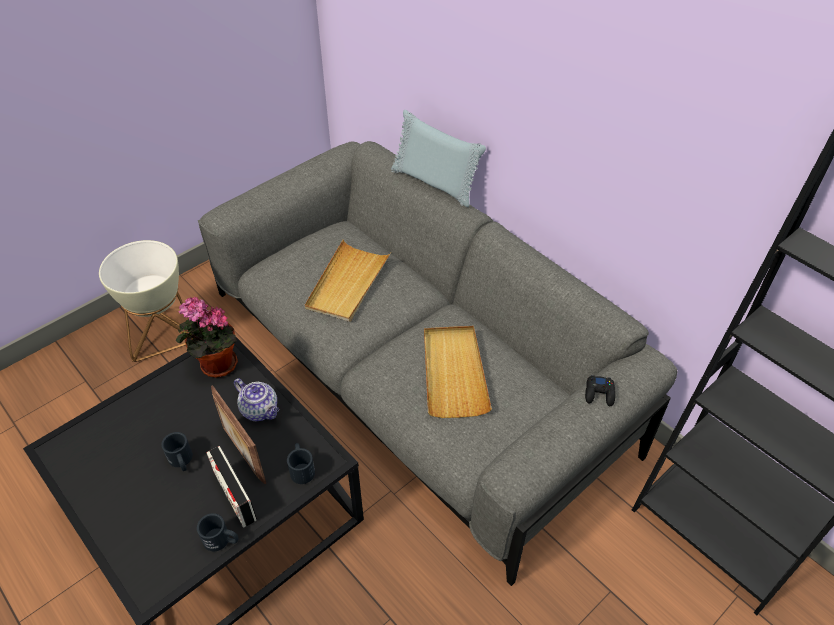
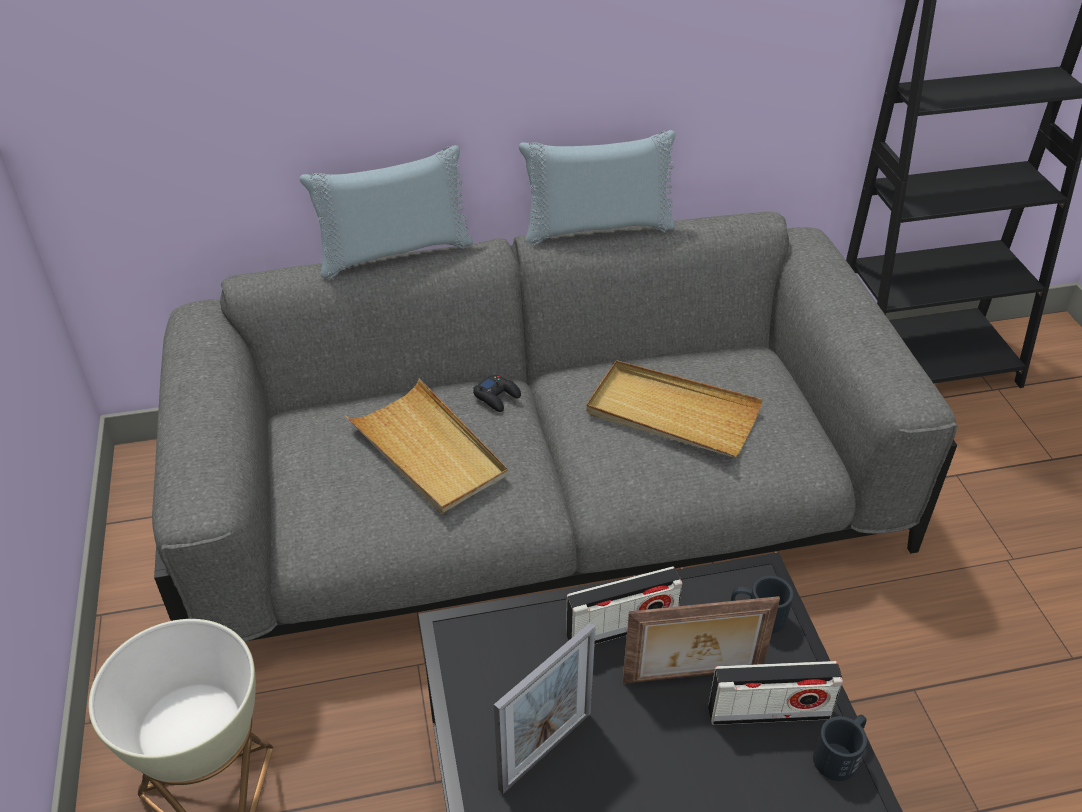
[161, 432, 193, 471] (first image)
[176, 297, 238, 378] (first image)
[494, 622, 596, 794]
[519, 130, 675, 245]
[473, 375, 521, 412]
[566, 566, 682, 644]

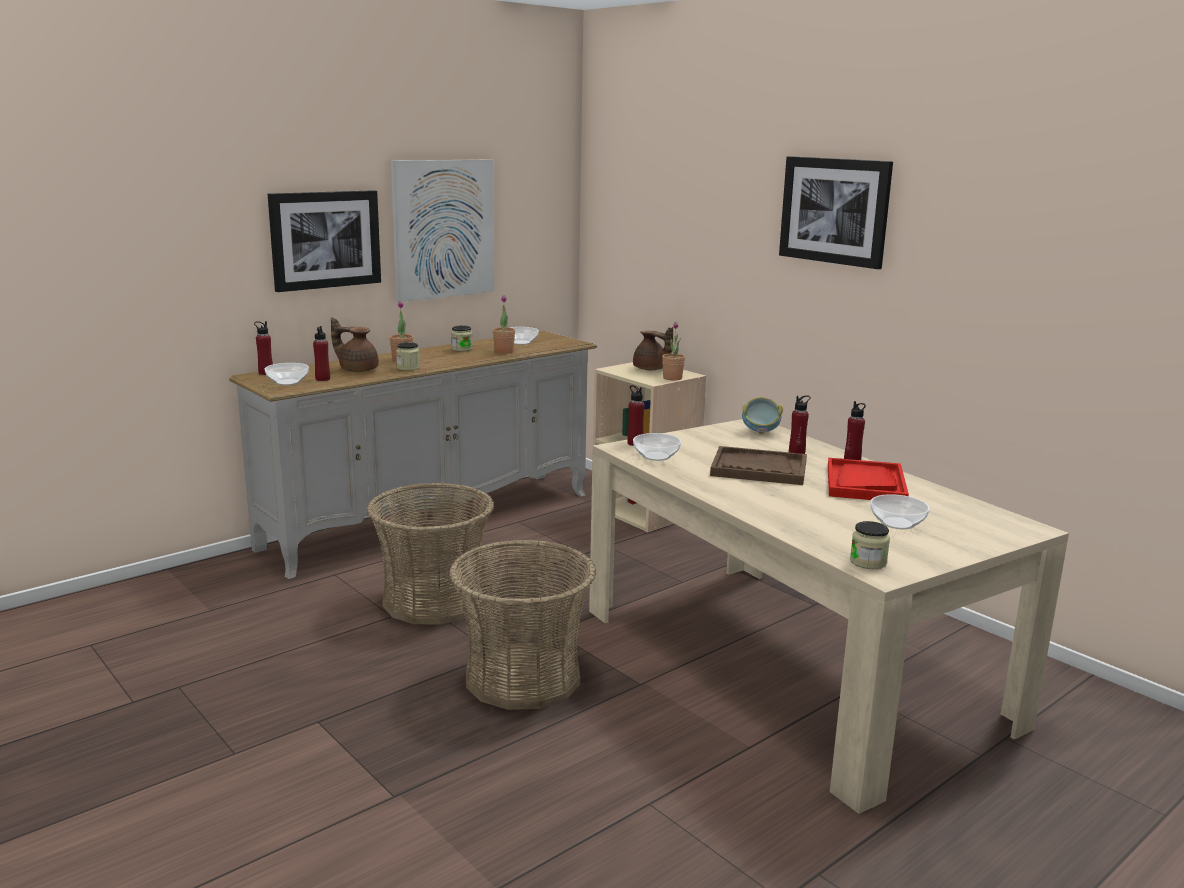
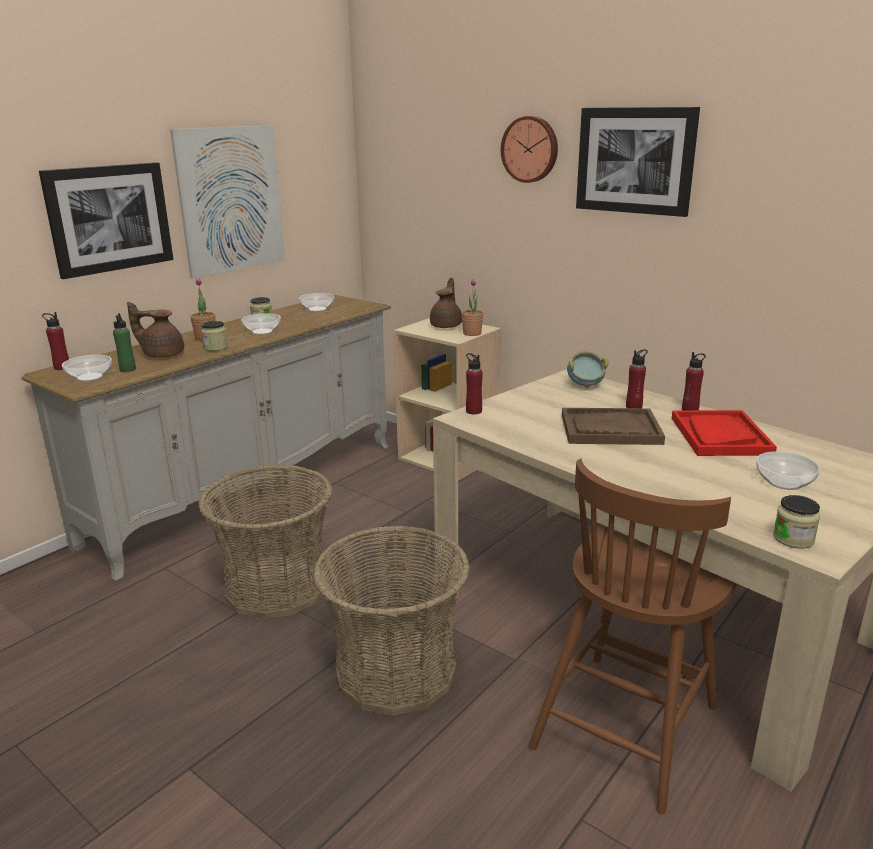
[493, 295, 515, 354] (first image)
[501, 116, 558, 183]
[528, 458, 738, 814]
[241, 313, 281, 335]
[113, 313, 136, 372]
[430, 277, 462, 328]

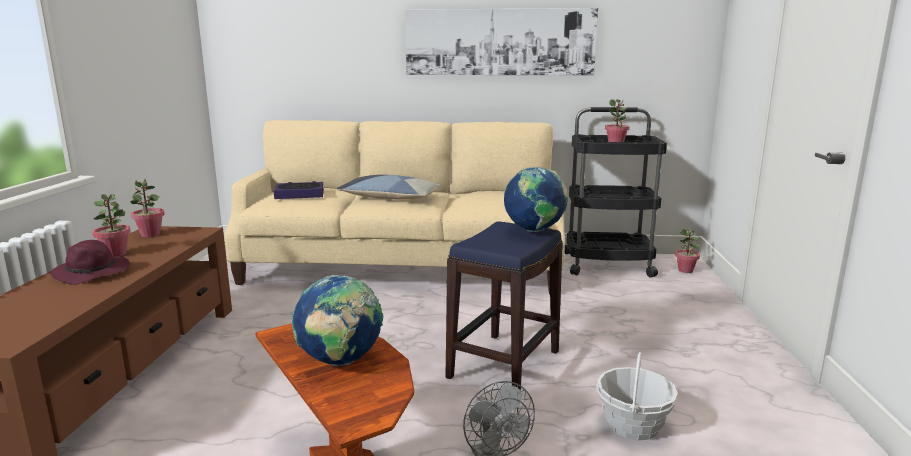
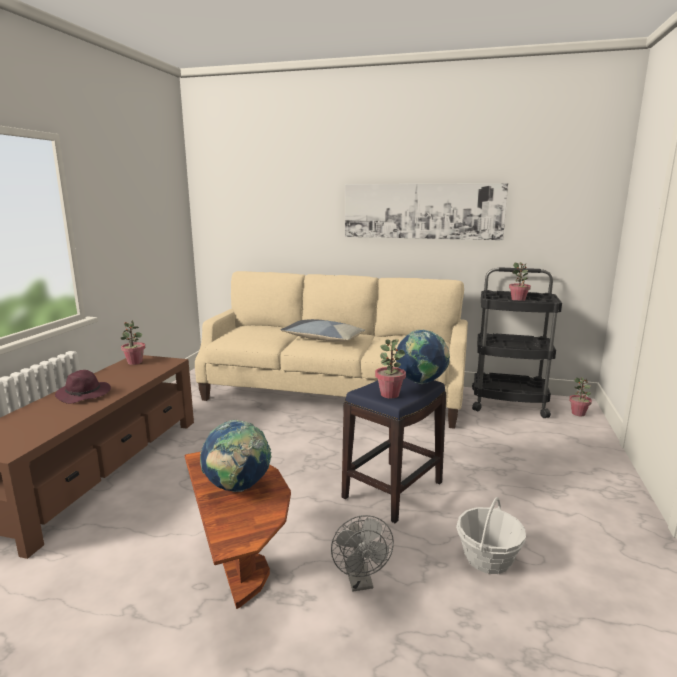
[274, 181, 324, 199] (first image)
[375, 339, 406, 398]

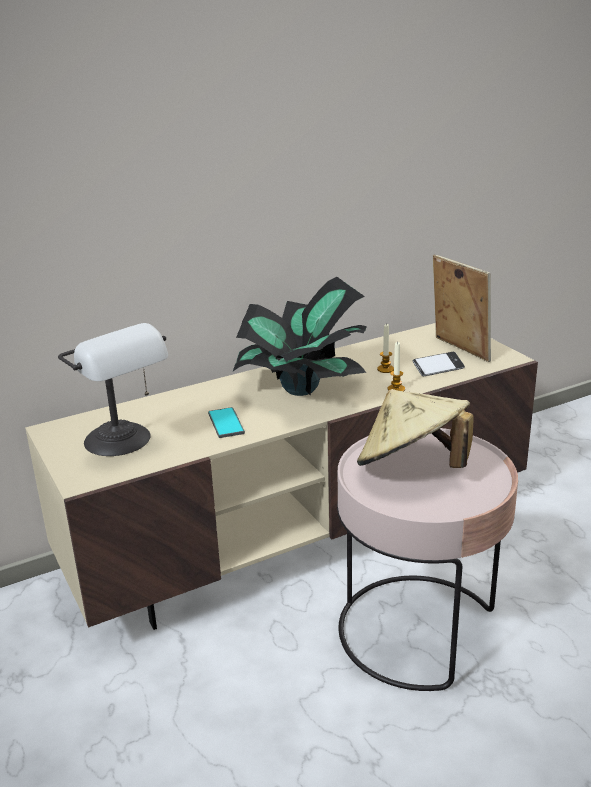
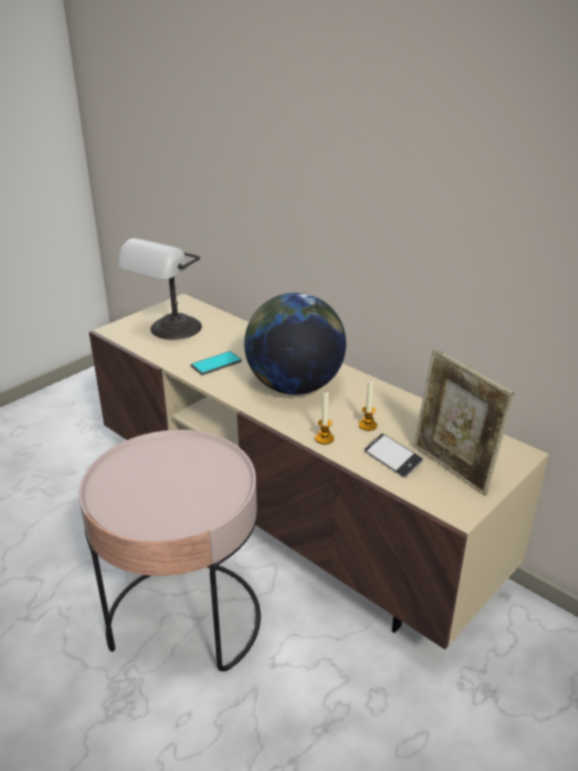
[357, 389, 474, 468] (first image)
[244, 293, 346, 395]
[414, 349, 515, 496]

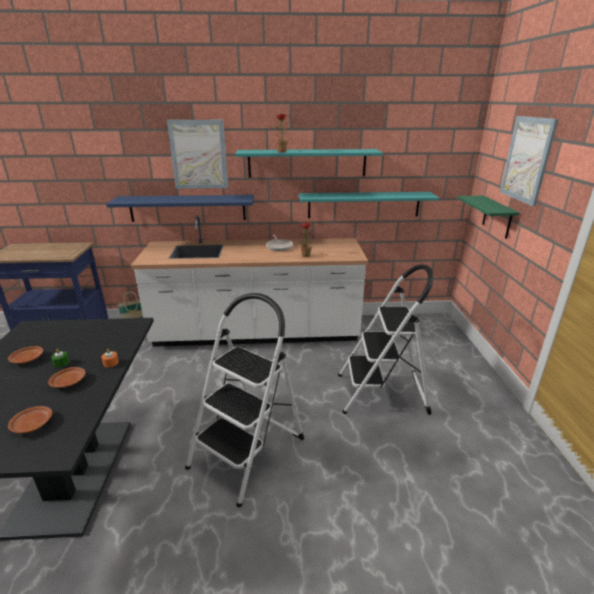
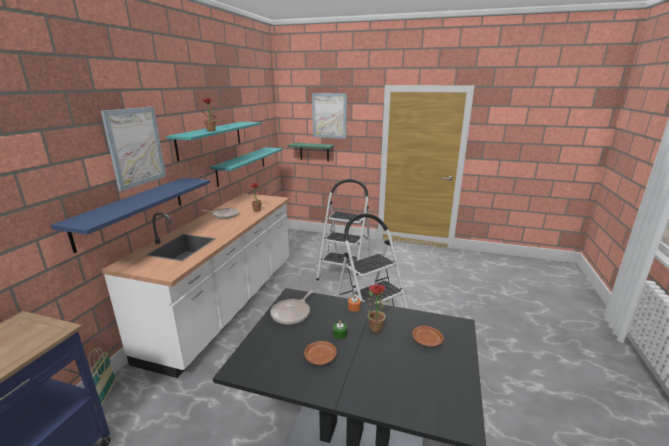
[271, 290, 313, 325]
[367, 284, 389, 333]

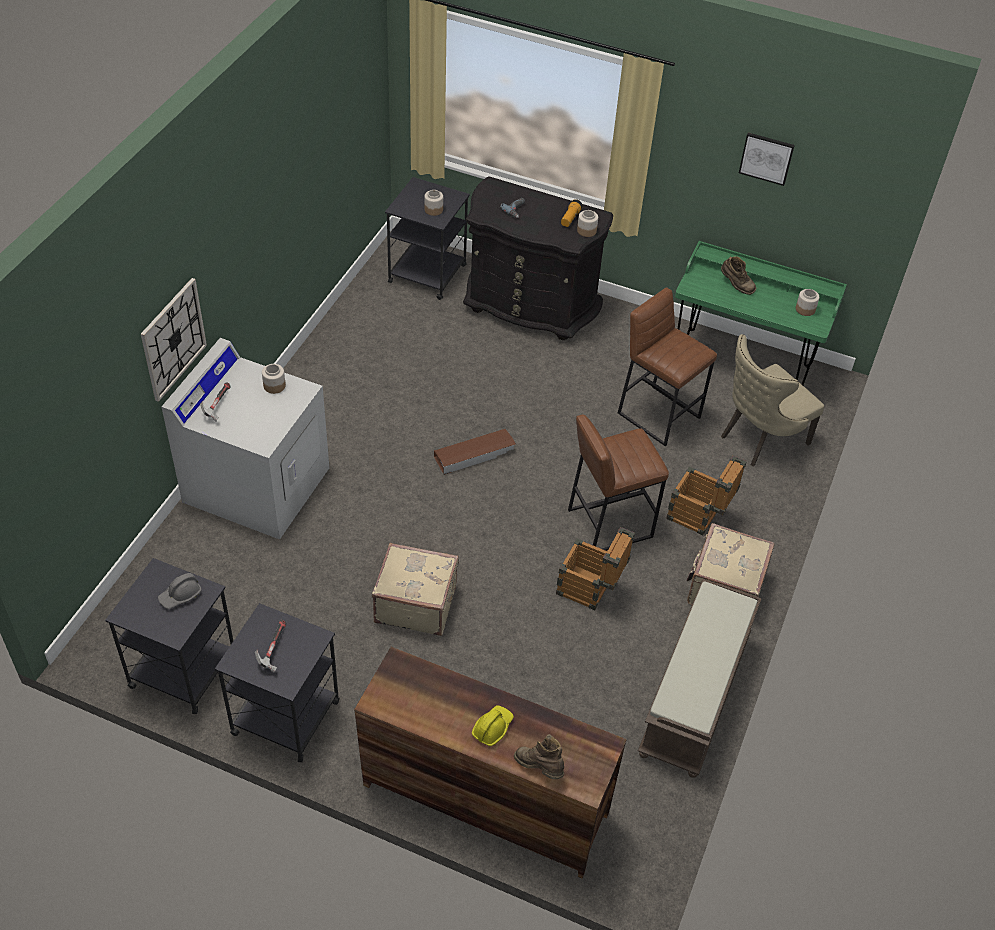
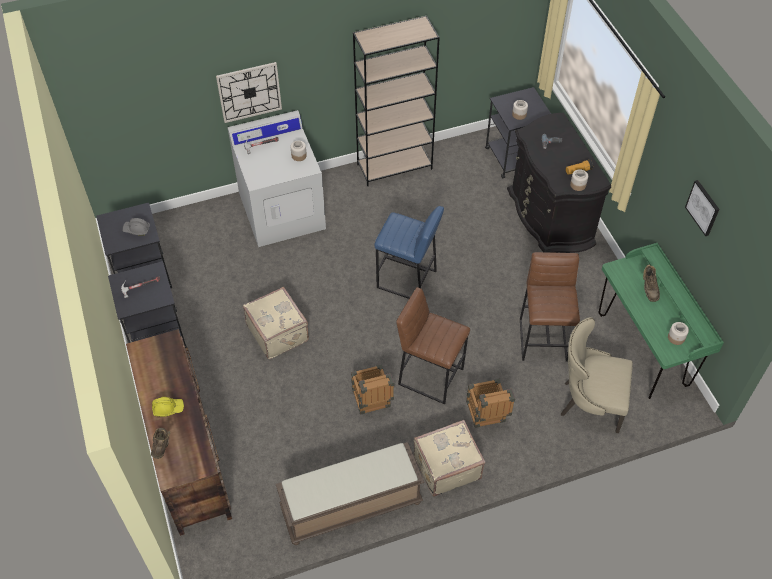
[353, 16, 440, 186]
[374, 206, 444, 299]

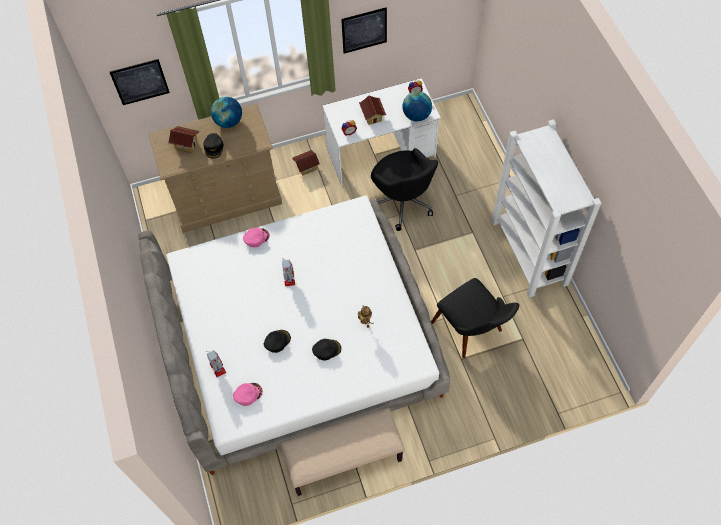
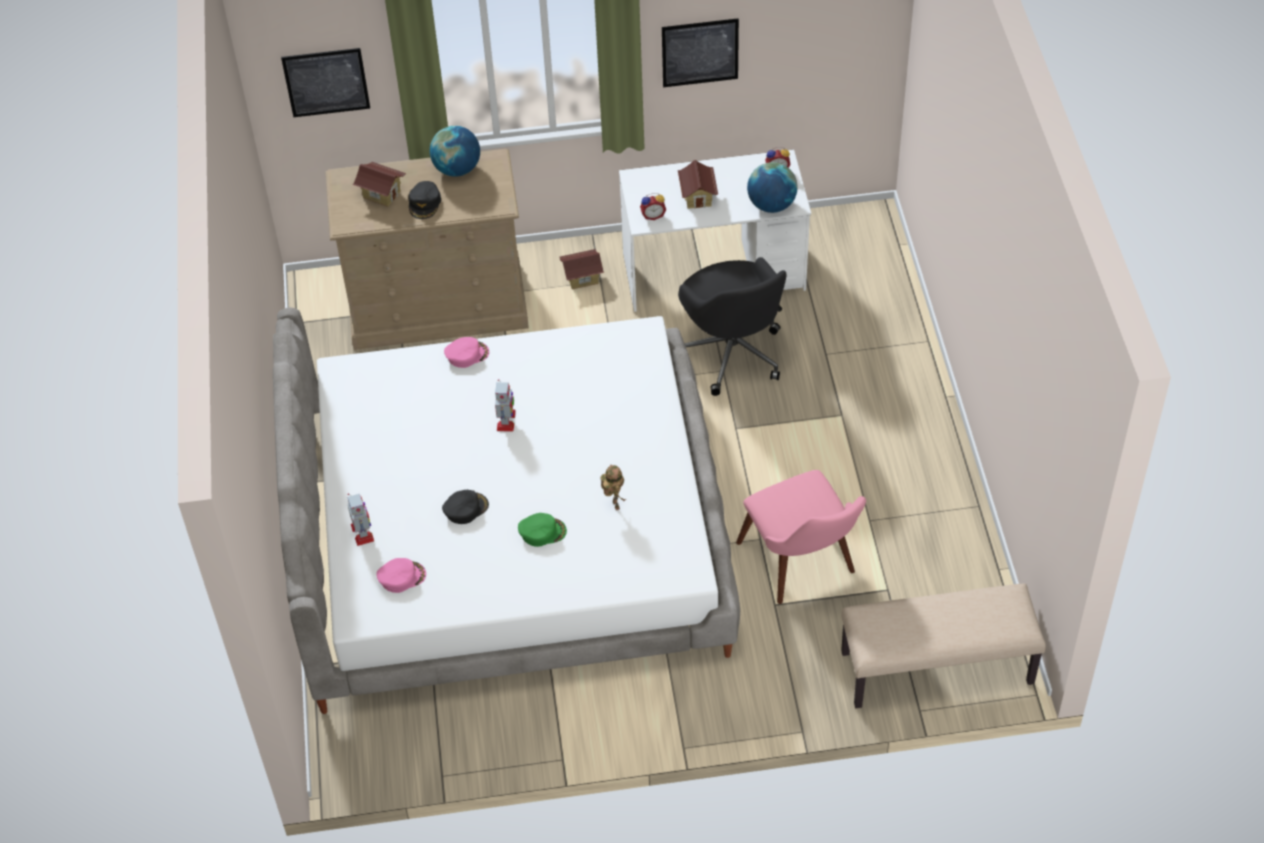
[492, 119, 601, 298] (first image)
[841, 583, 1046, 708]
[518, 513, 567, 547]
[736, 470, 866, 604]

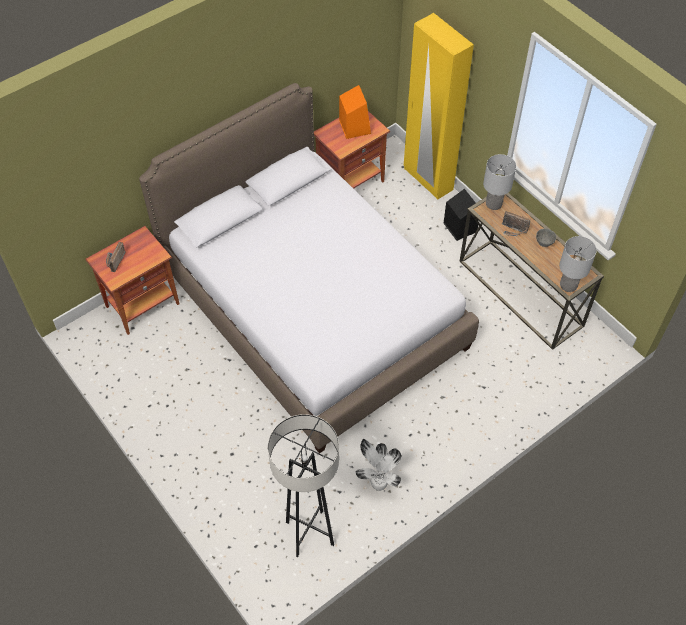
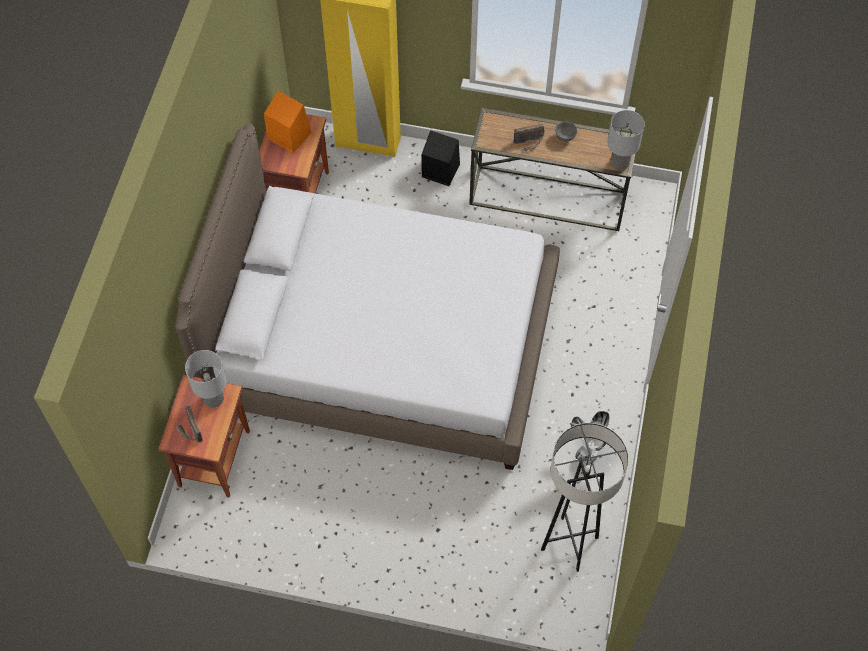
[185, 350, 227, 408]

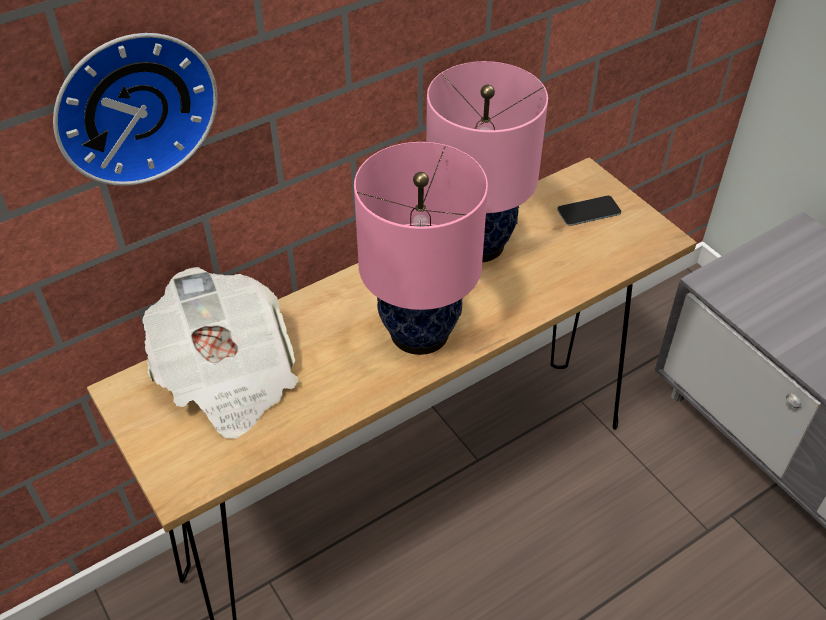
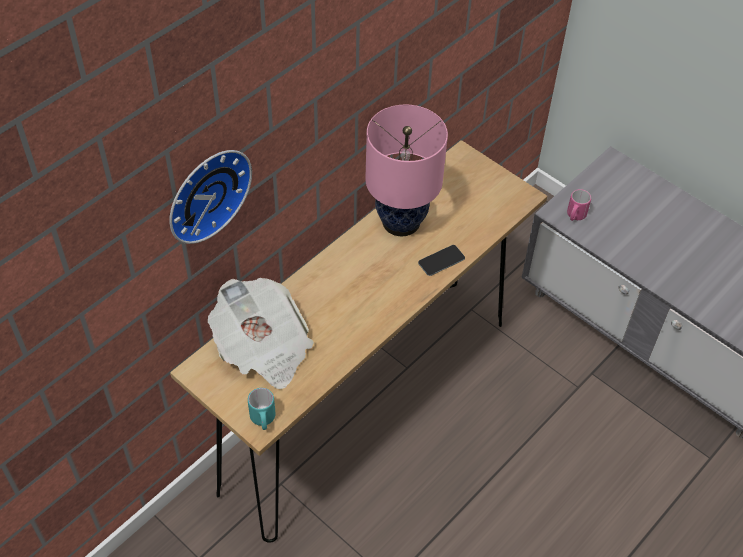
[354, 142, 488, 355] (first image)
[248, 388, 276, 430]
[567, 189, 591, 221]
[418, 245, 465, 276]

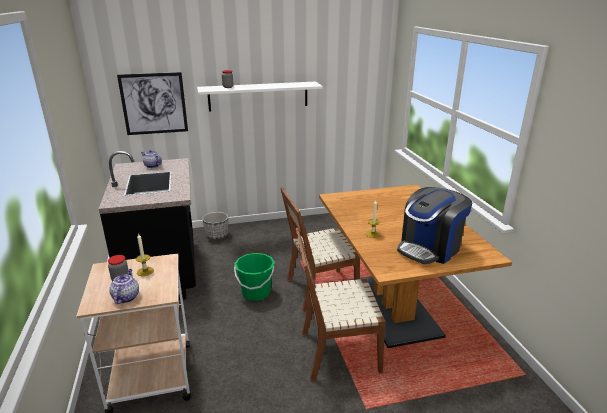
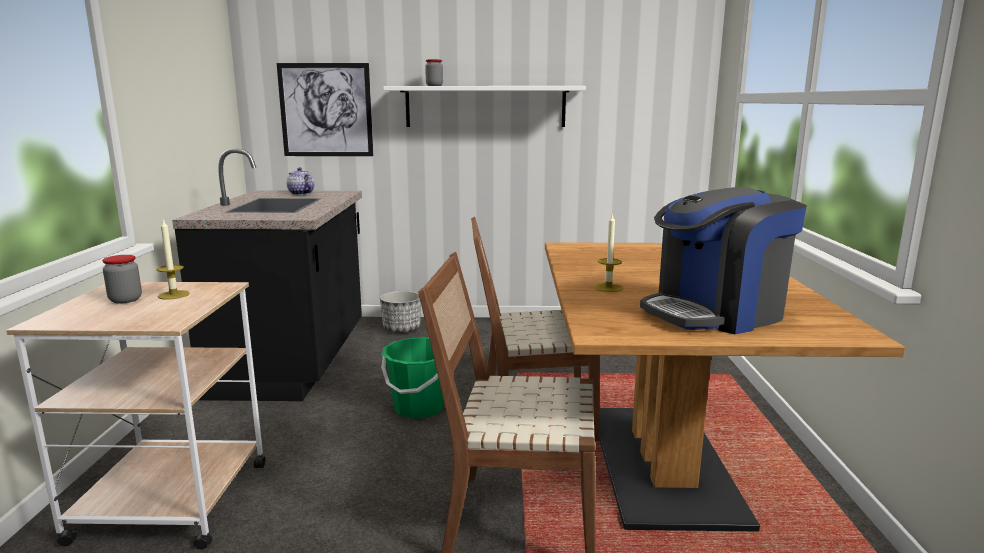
[109, 269, 139, 304] (first image)

